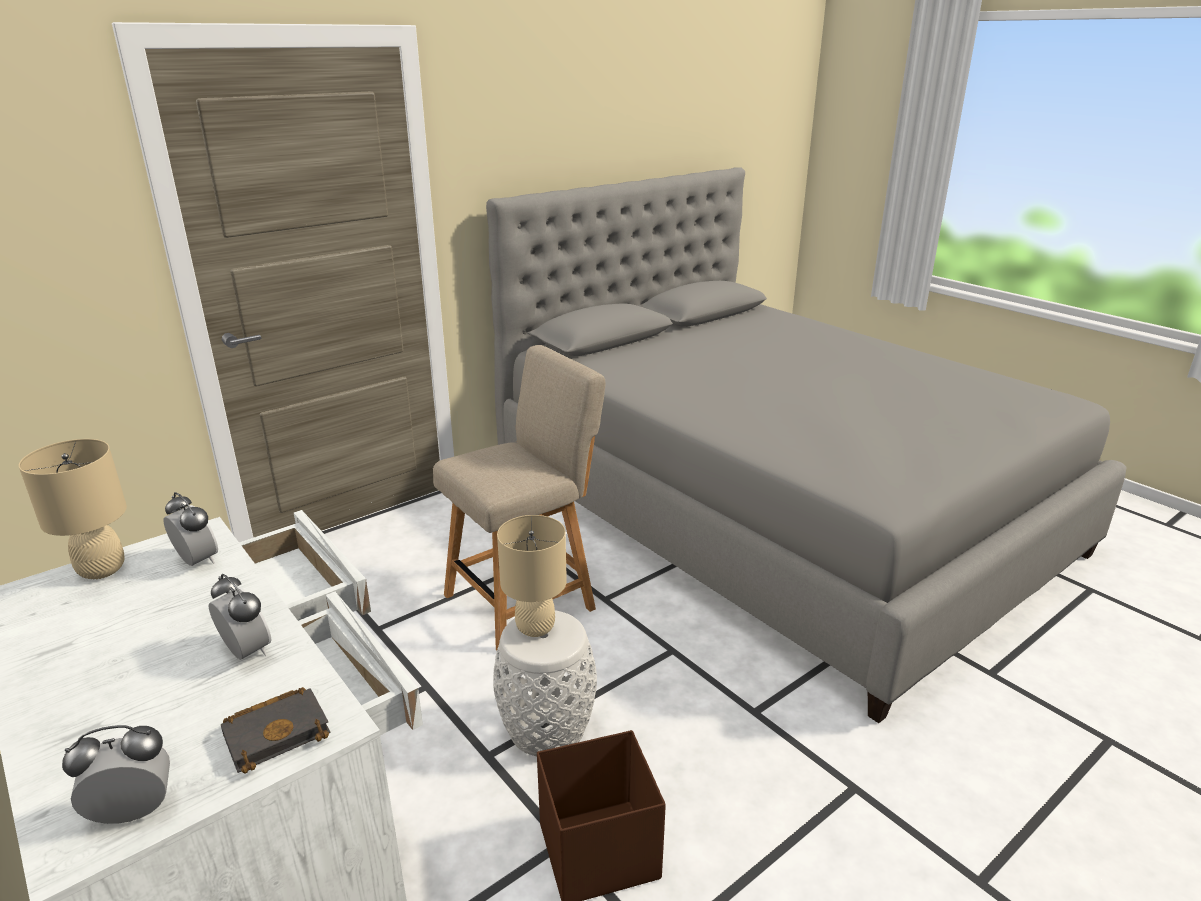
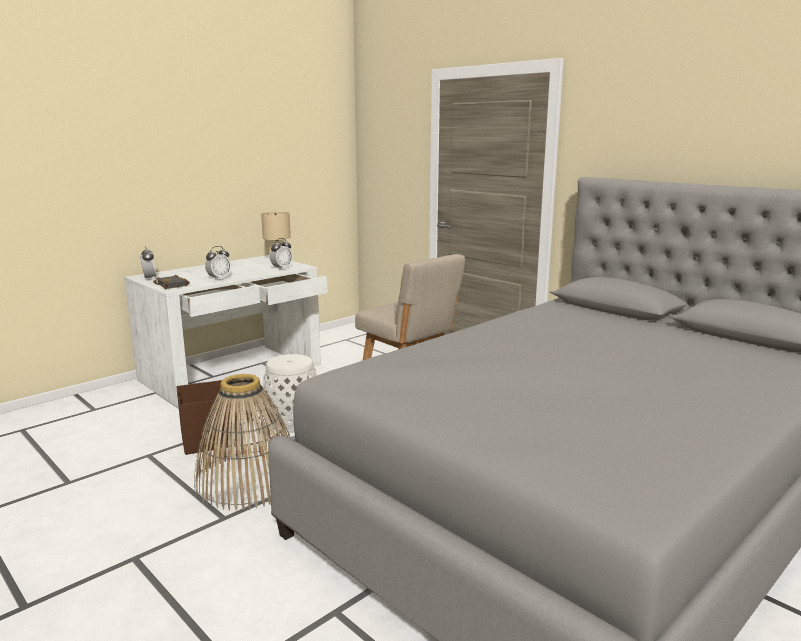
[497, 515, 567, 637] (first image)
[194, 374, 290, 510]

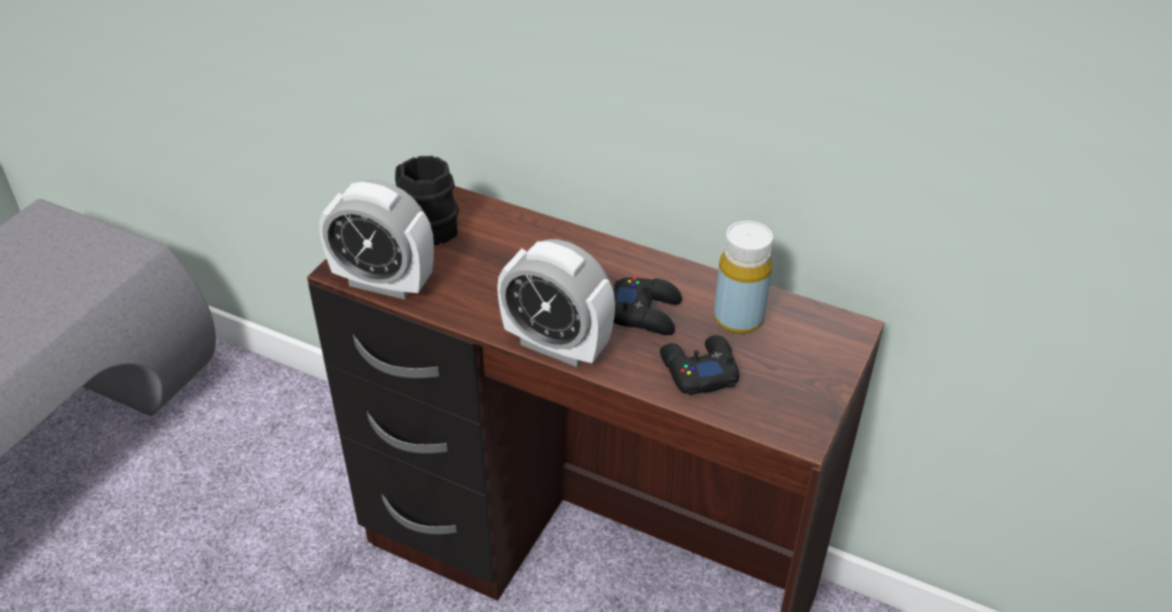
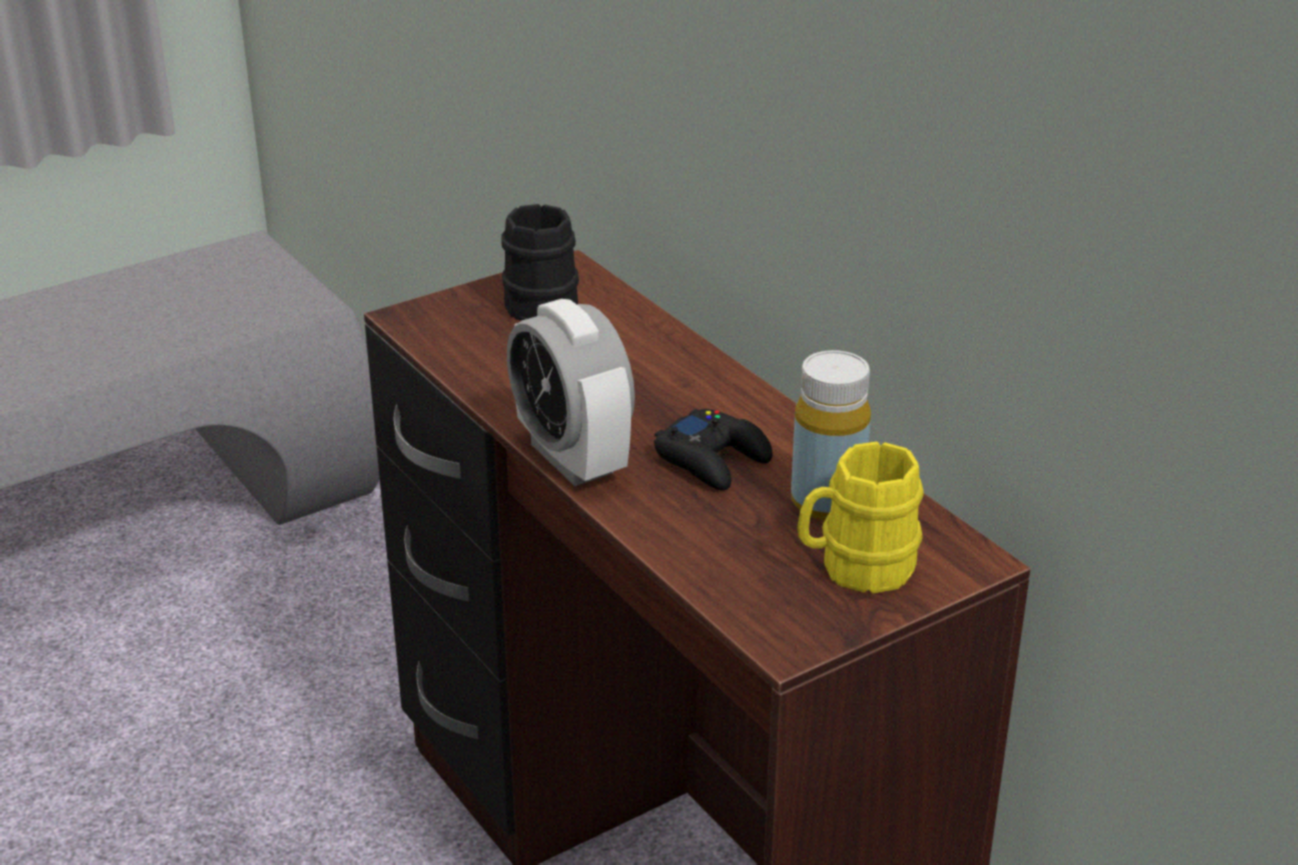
[319, 180, 434, 299] (first image)
[660, 335, 740, 395] (first image)
[797, 442, 924, 594]

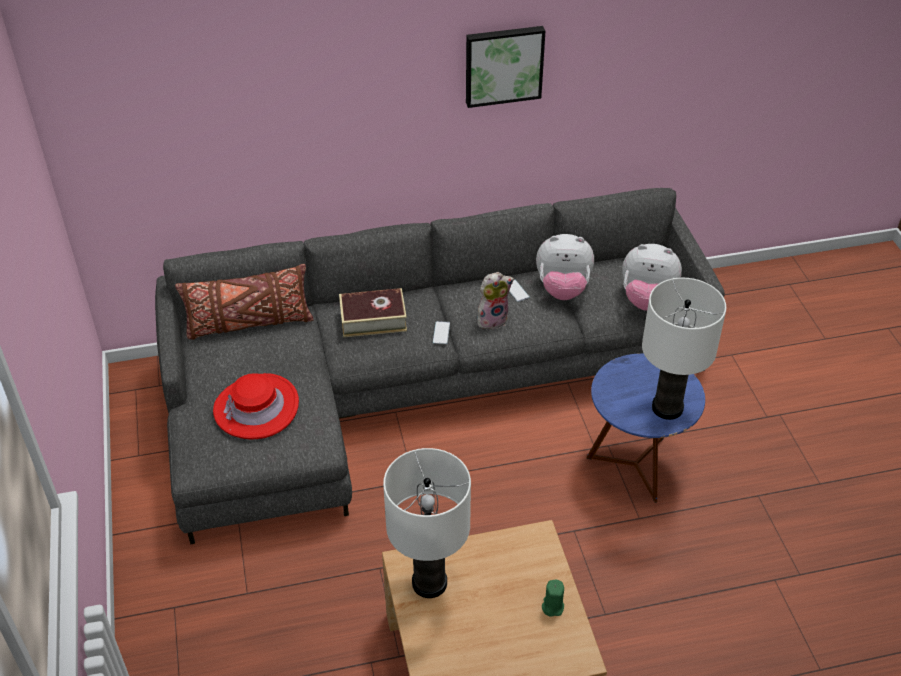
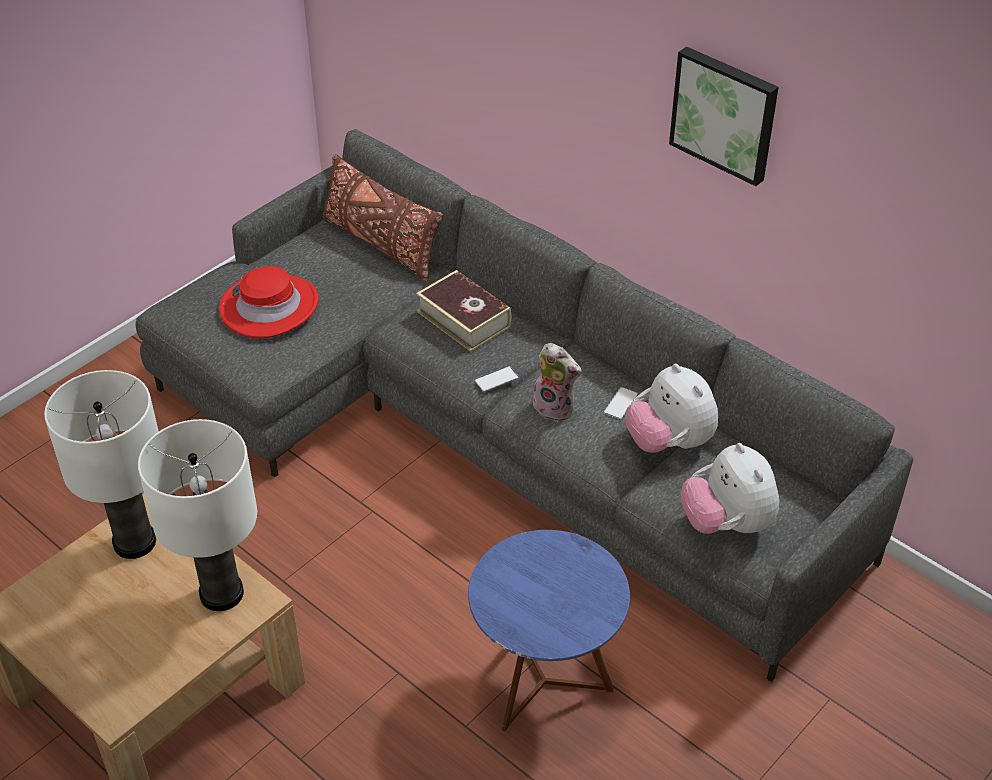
[542, 580, 564, 617] (first image)
[138, 419, 257, 611]

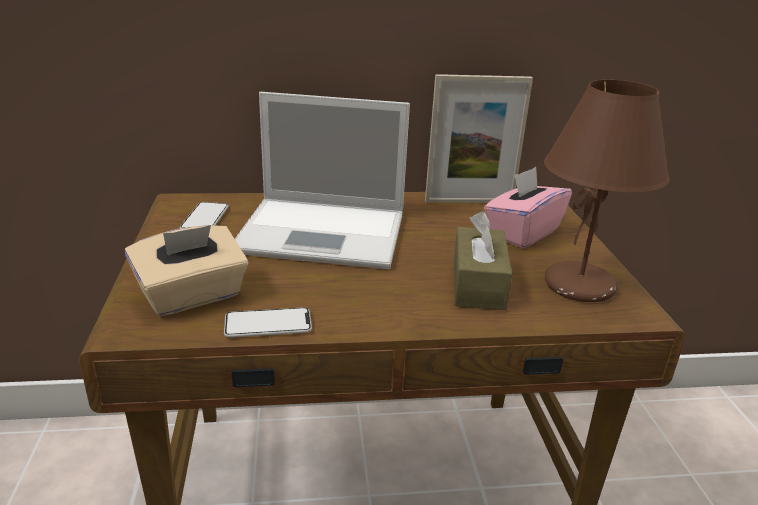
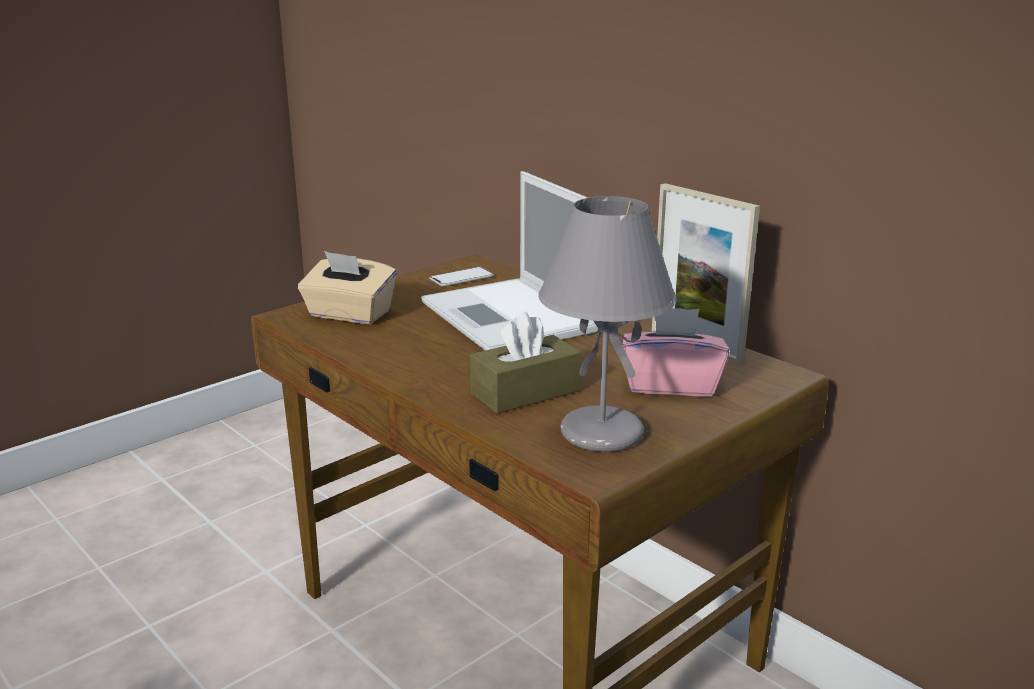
[224, 308, 312, 338] (first image)
[538, 196, 677, 452]

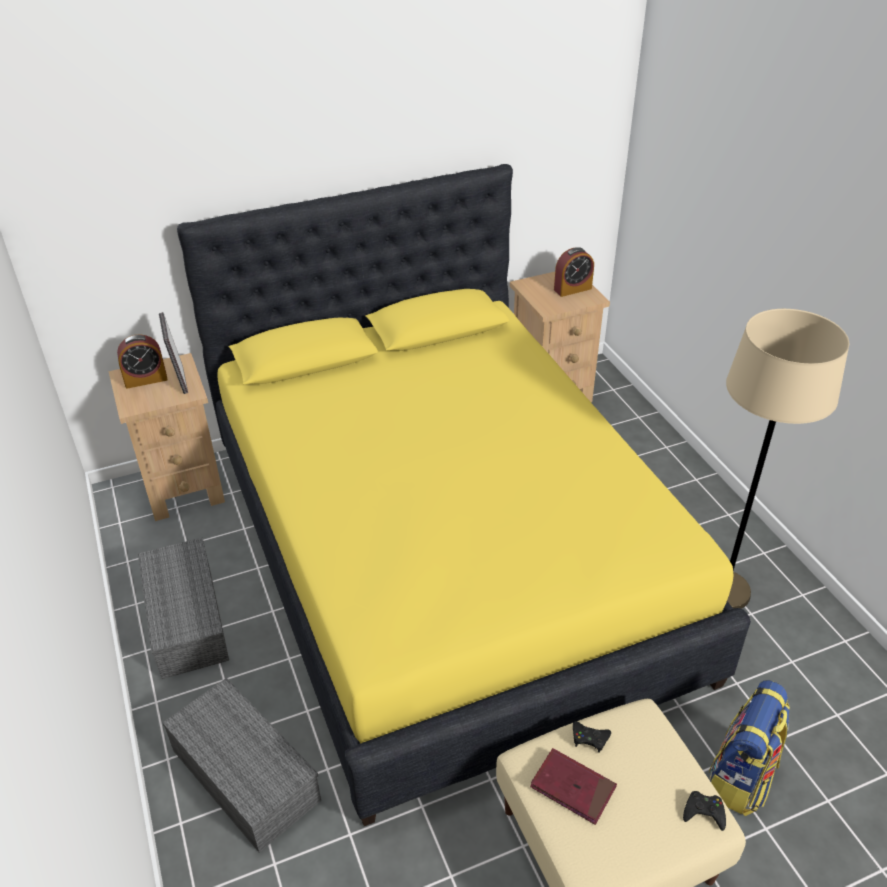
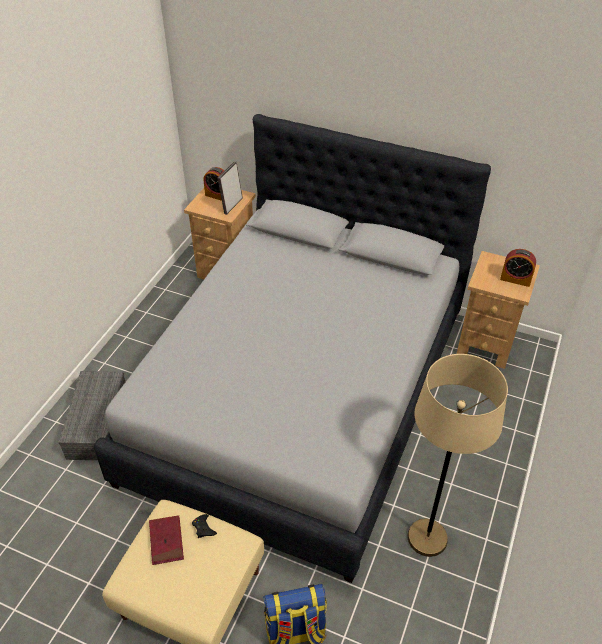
[138, 537, 229, 679] (first image)
[683, 791, 726, 831] (first image)
[94, 114, 491, 583]

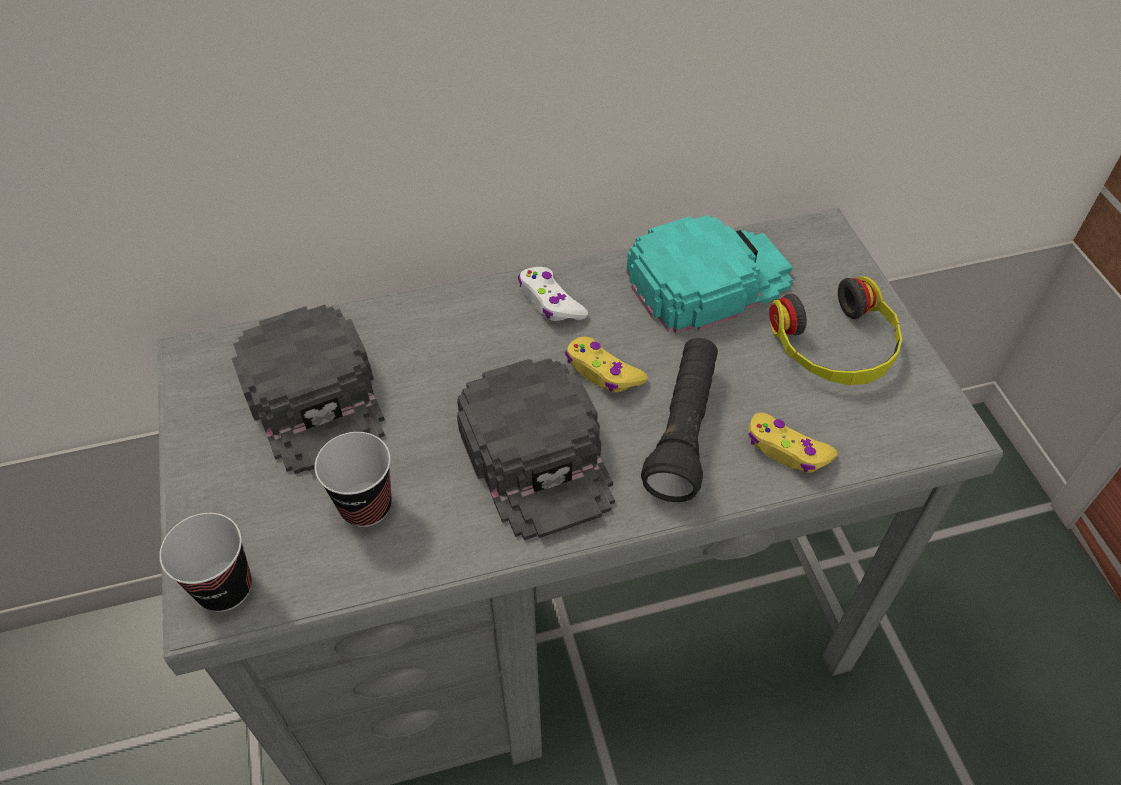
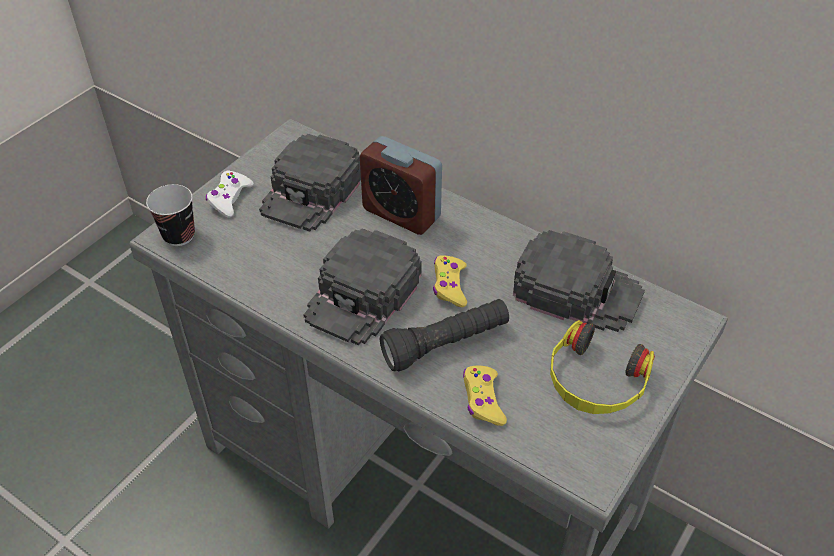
[315, 432, 392, 527] (first image)
[360, 136, 442, 235]
[206, 171, 254, 218]
[513, 230, 645, 332]

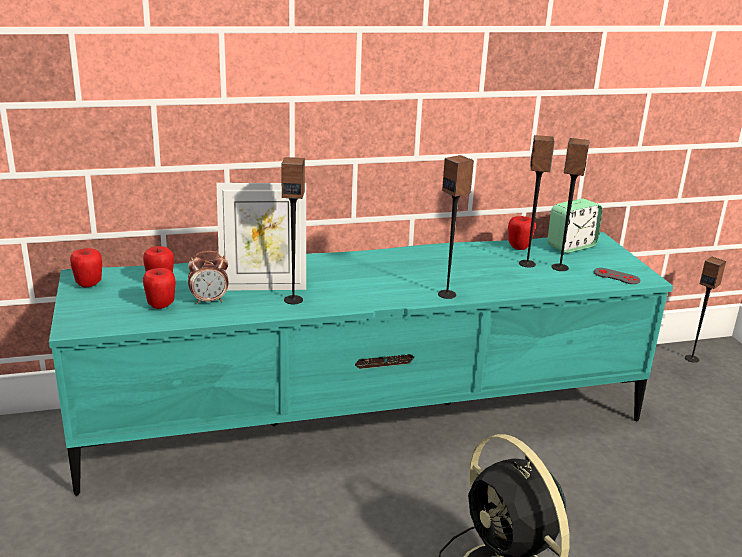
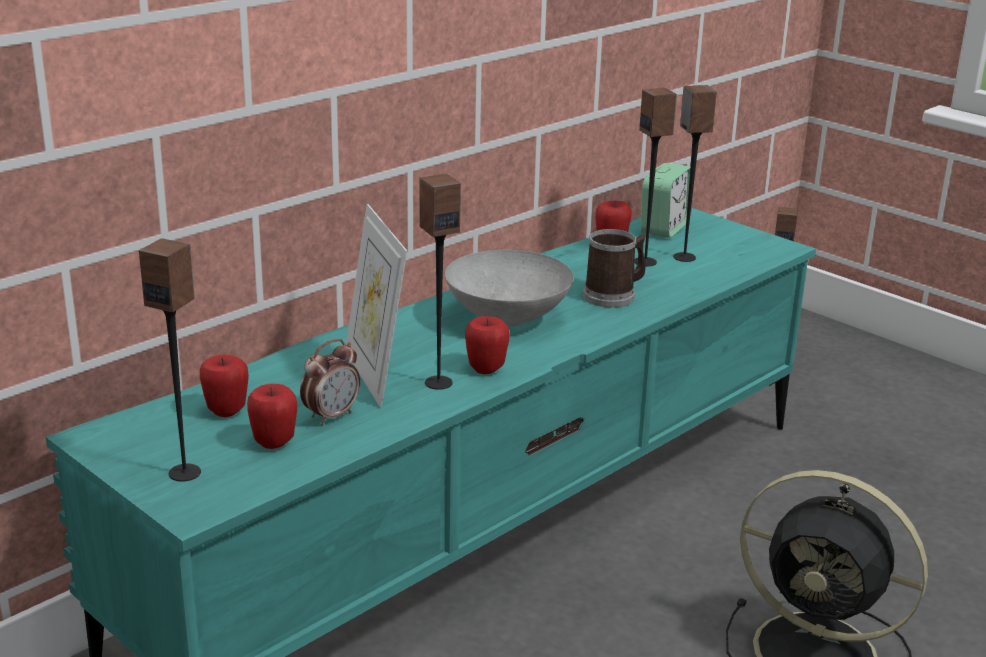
[594, 268, 640, 284] (first image)
[445, 250, 574, 327]
[583, 229, 646, 308]
[465, 316, 510, 374]
[139, 238, 201, 482]
[346, 204, 407, 408]

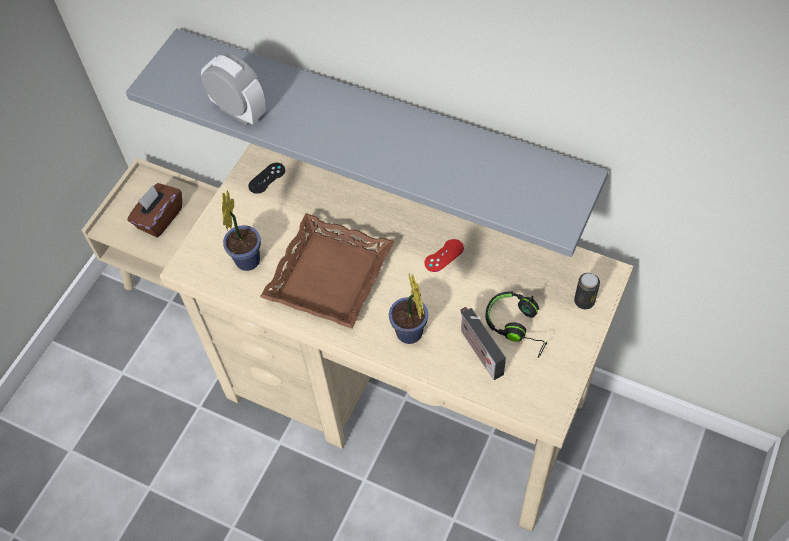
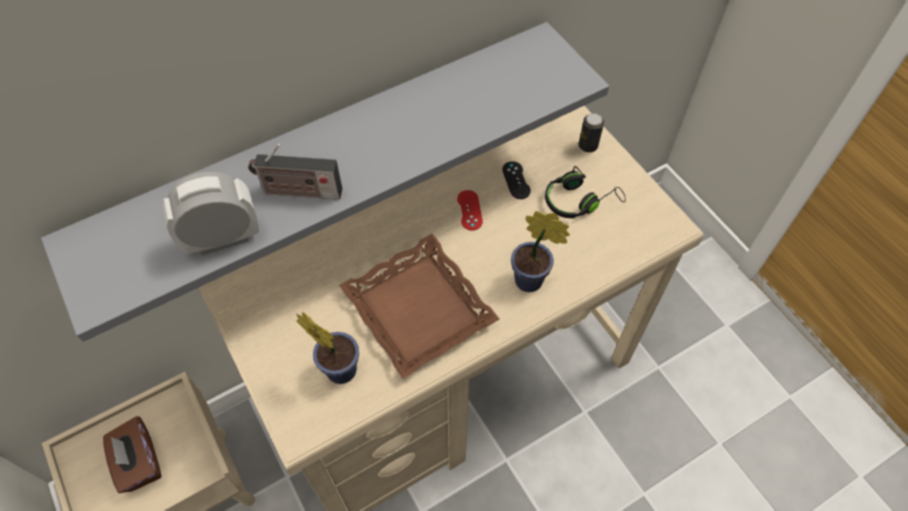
[502, 161, 531, 199]
[248, 144, 342, 200]

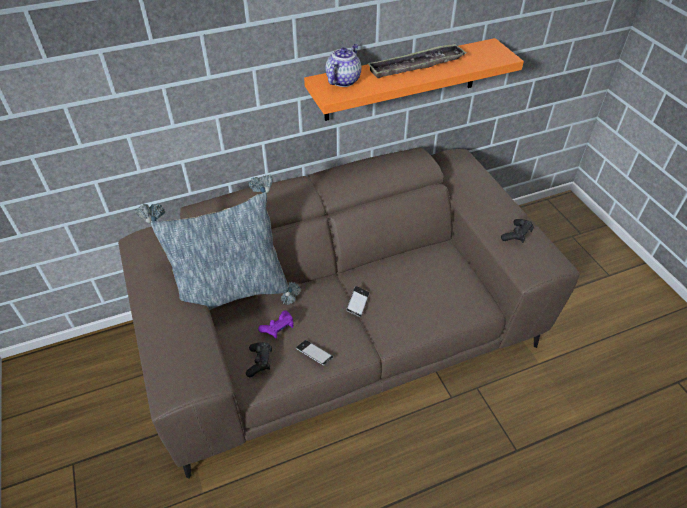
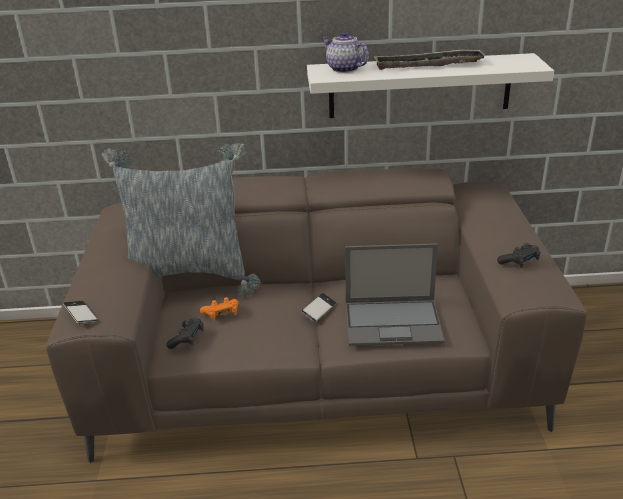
[345, 243, 444, 346]
[63, 301, 98, 324]
[200, 297, 239, 321]
[307, 53, 554, 118]
[322, 32, 369, 73]

